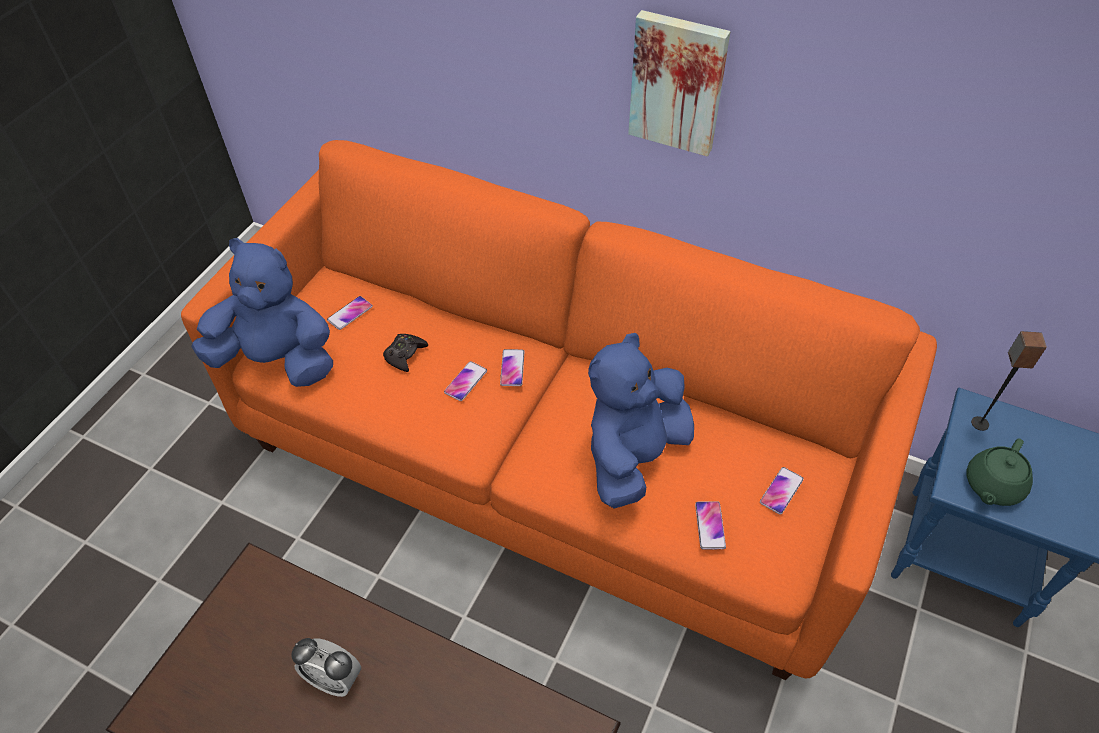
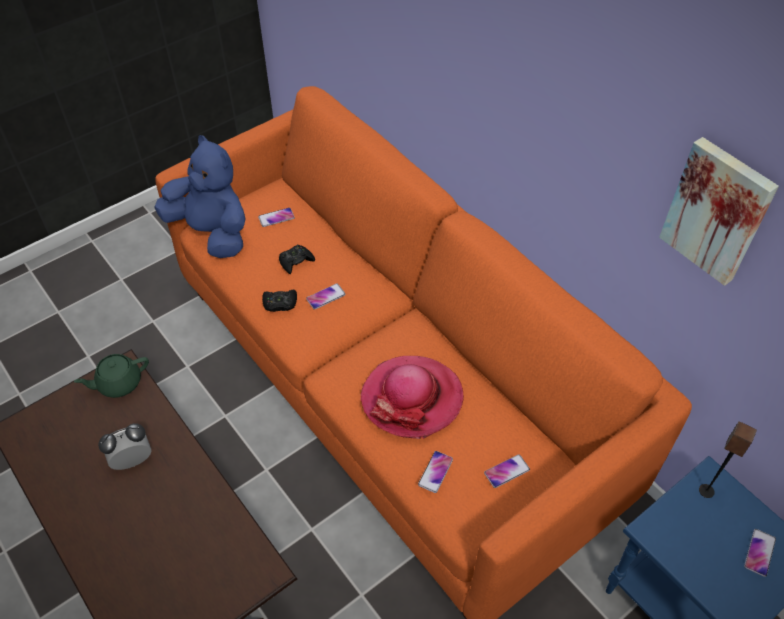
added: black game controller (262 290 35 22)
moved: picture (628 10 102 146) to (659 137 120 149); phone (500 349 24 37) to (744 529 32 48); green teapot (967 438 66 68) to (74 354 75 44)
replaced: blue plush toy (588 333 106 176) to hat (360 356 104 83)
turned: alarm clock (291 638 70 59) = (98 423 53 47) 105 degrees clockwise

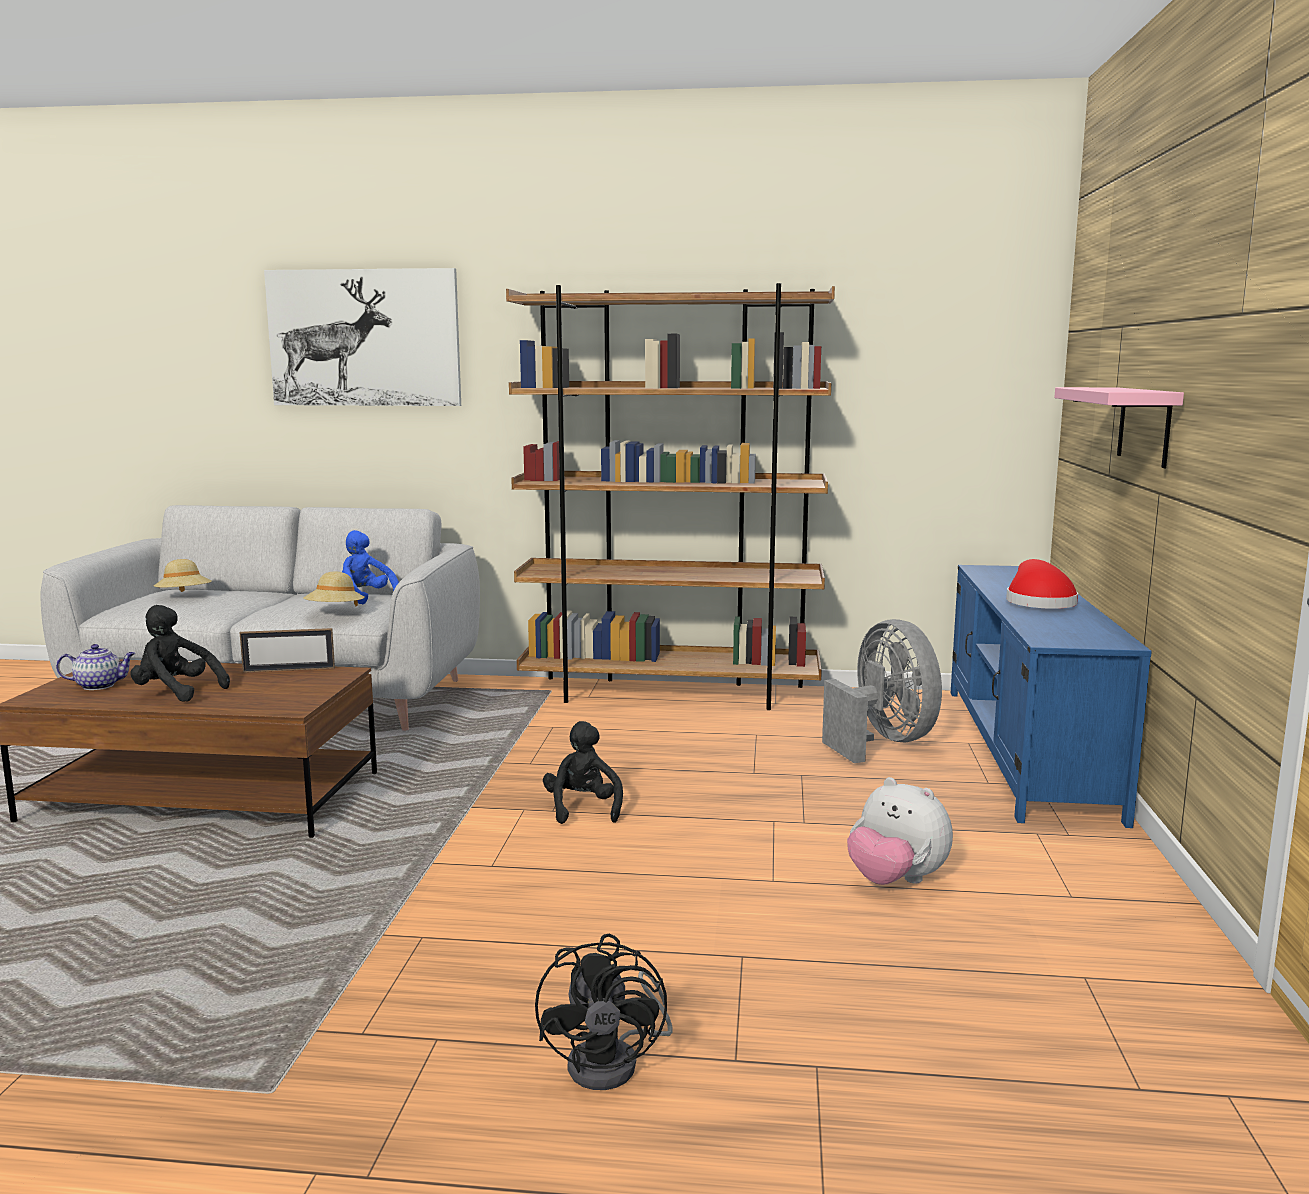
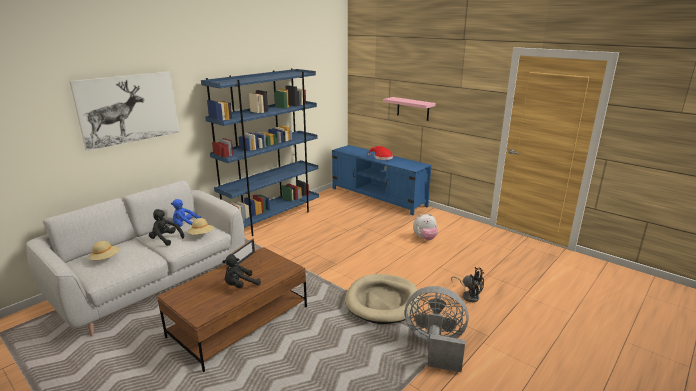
removed: teapot (56 644 79 46)
added: beige dog bed (345 274 75 50)
moved: grey fan (822 619 120 144) to (405 286 64 86); black plush toy (543 721 80 103) to (149 209 35 37)
recoloured: brown bookcase (506 283 329 427) to blue bookcase (201 68 118 168)

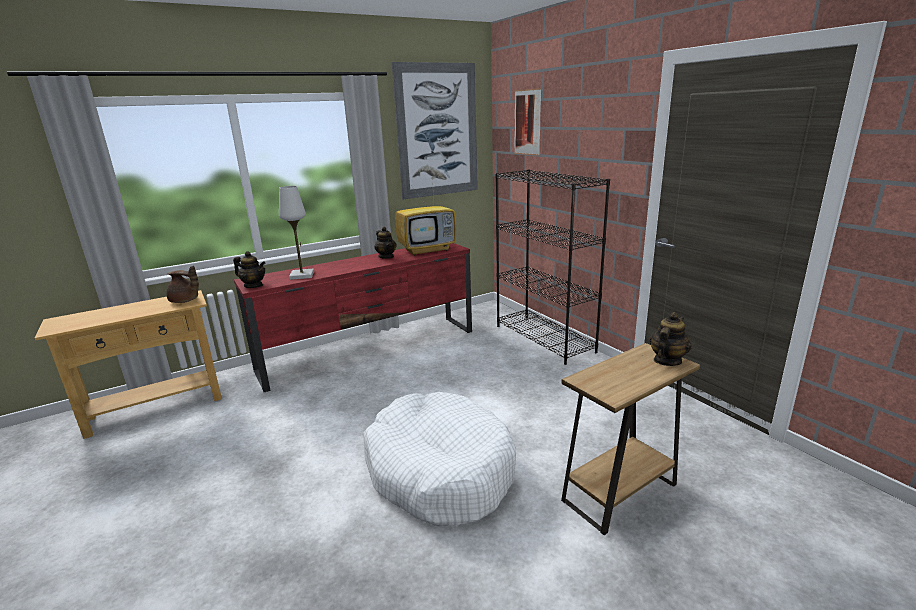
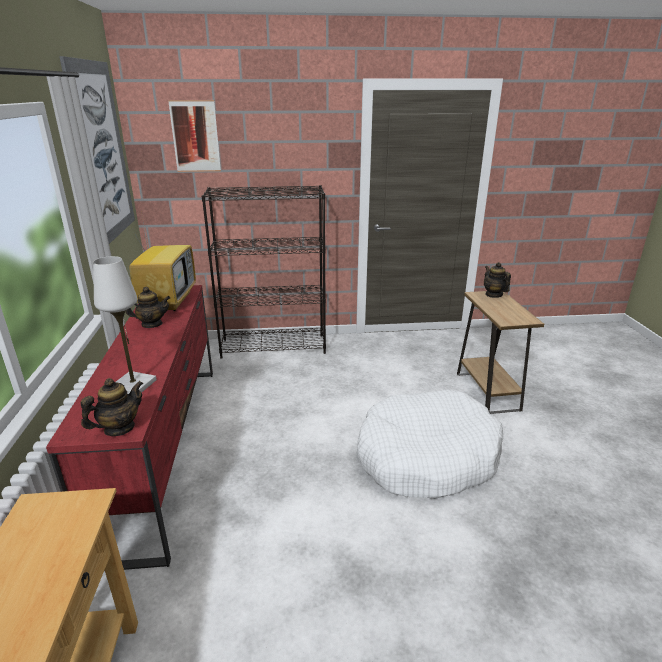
removed: brown teapot (166 266 33 37)

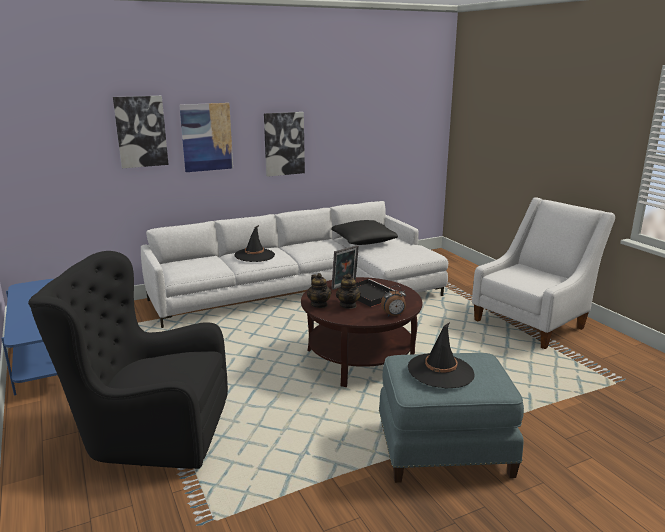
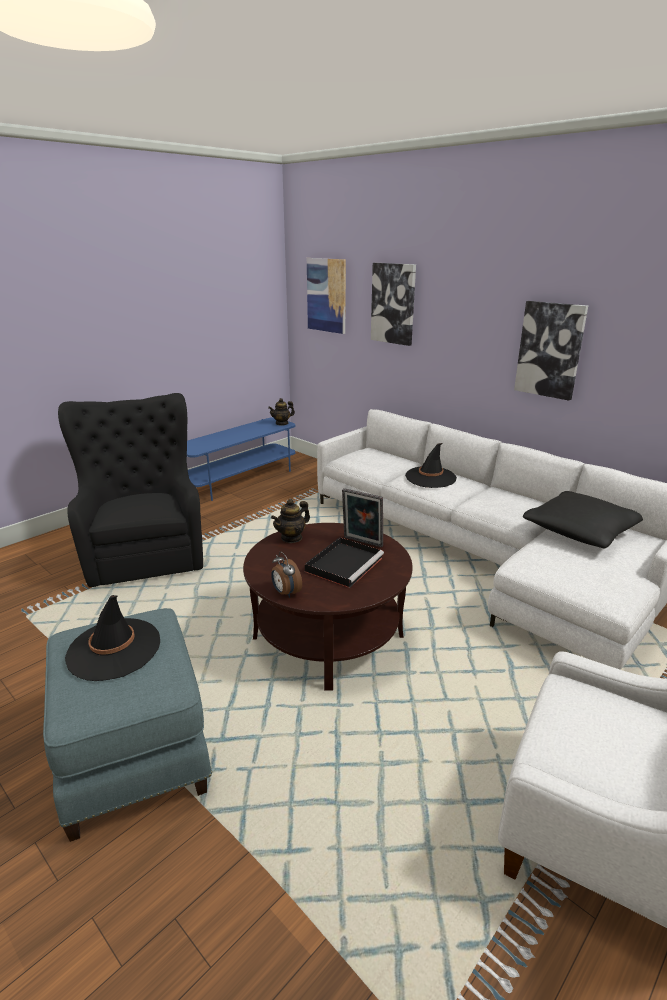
moved: picture (179 103 54 69) to (307 258 39 76); teapot (336 274 25 35) to (268 398 27 28)

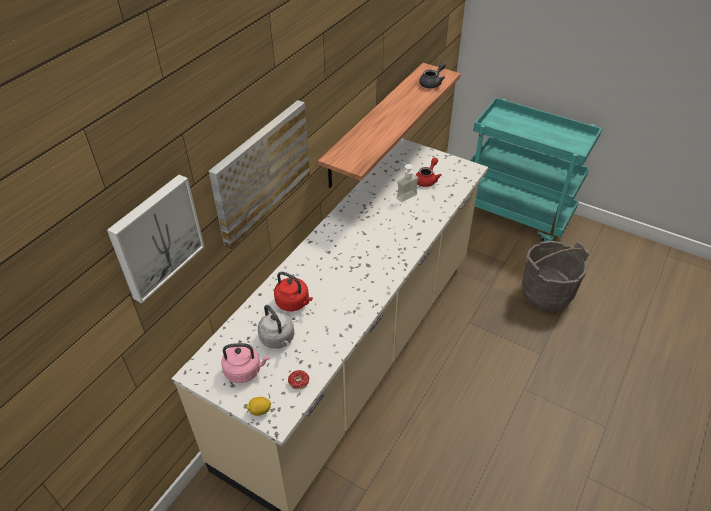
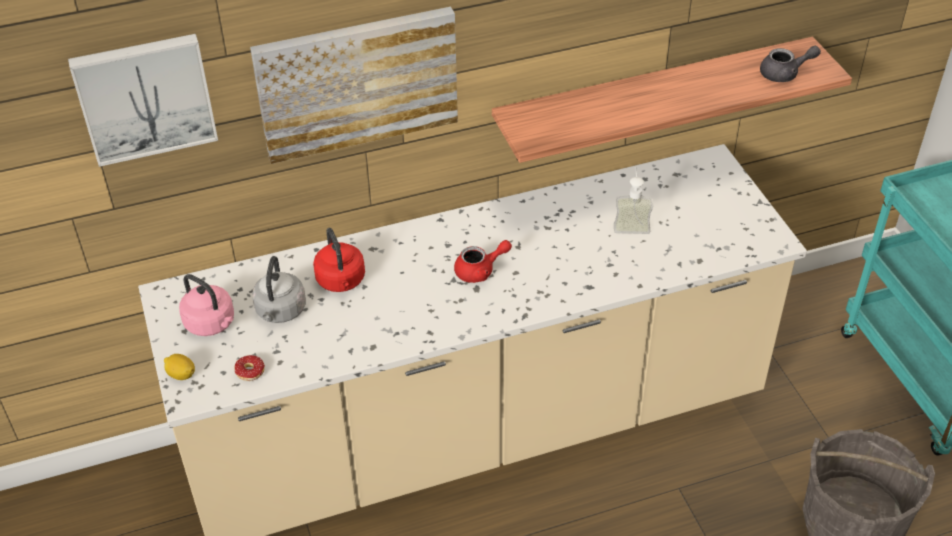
moved: red teapot (416 157 26 30) to (454 240 58 43)

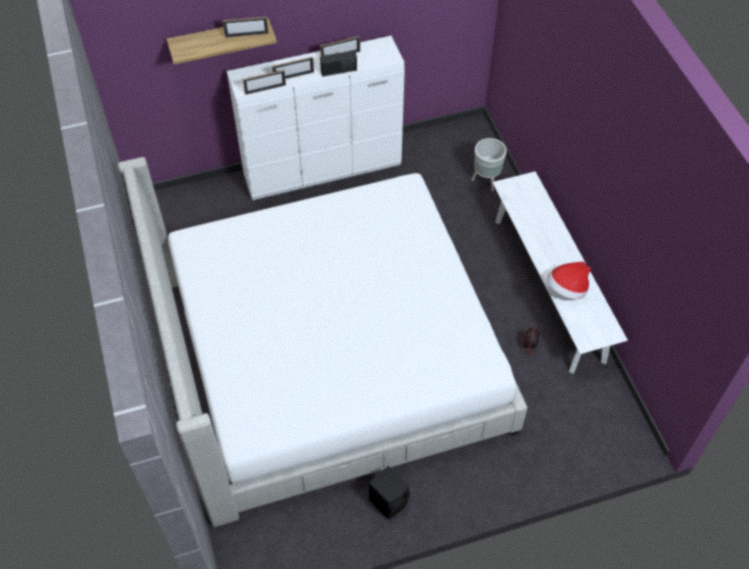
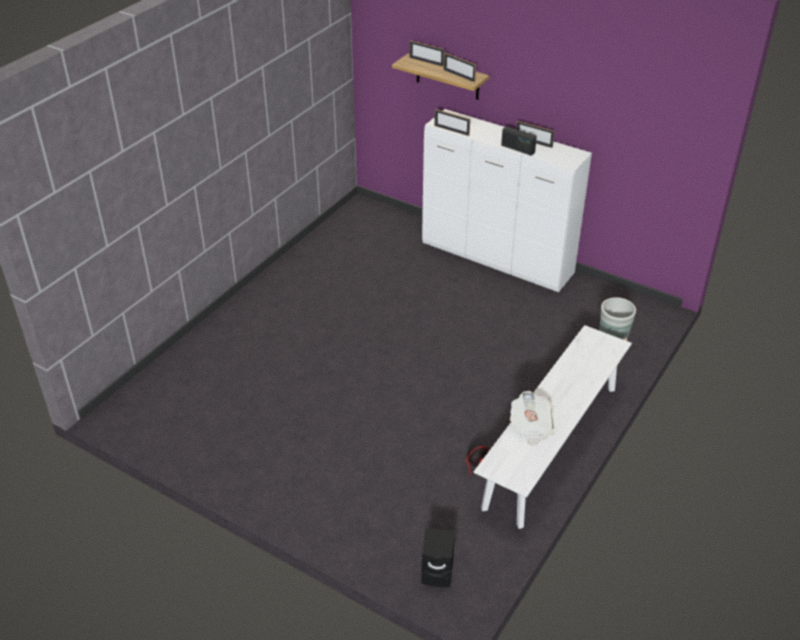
removed: bed (118 157 410 370)
moved: picture frame (272 57 42 22) to (409 40 35 27); black speaker (369 466 41 54) to (421 528 34 59)
replaced: hat (547 262 44 37) to newspaper (510 391 45 55)

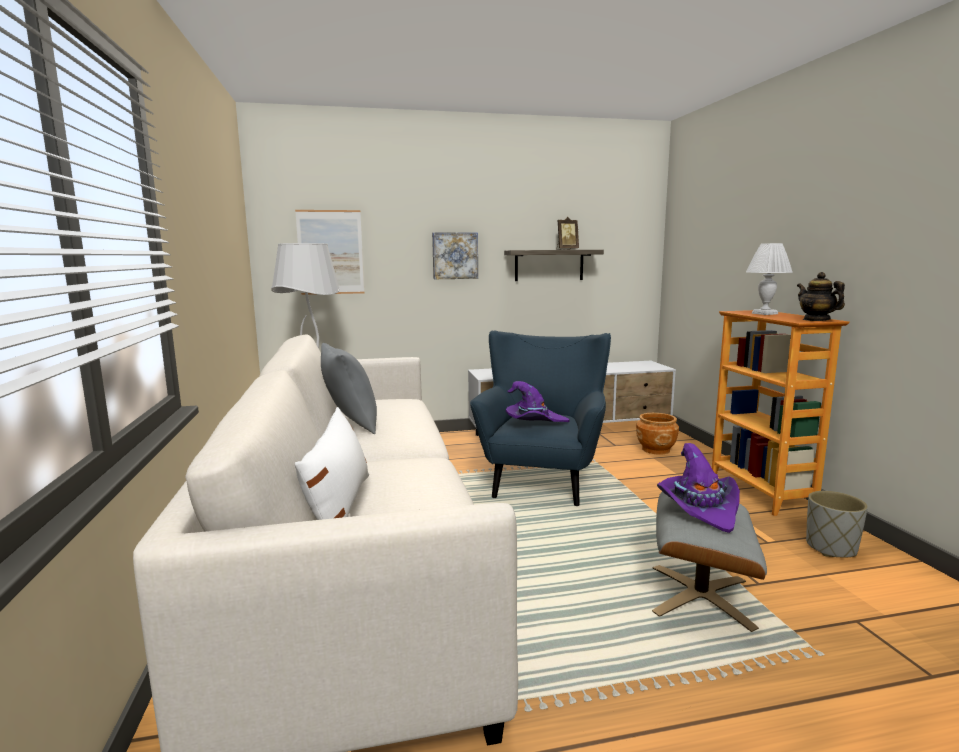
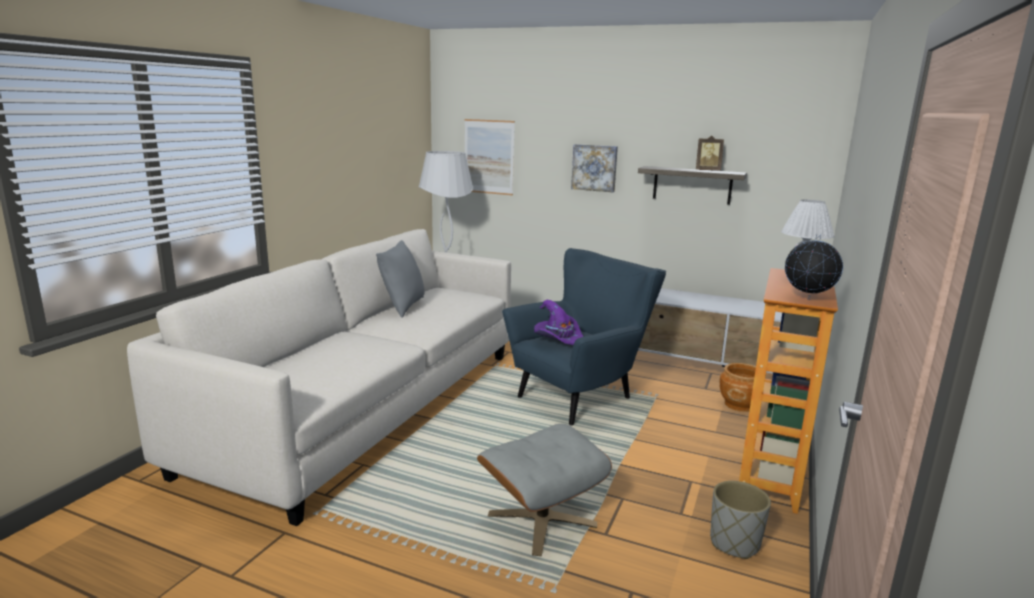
removed: white pillow (295 407 74 113); purple hat (657 443 83 90)
replaced: teapot (797 272 48 49) to globe (785 234 58 66)

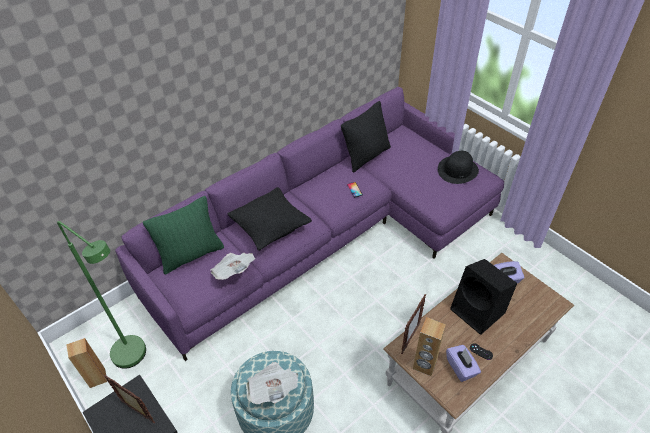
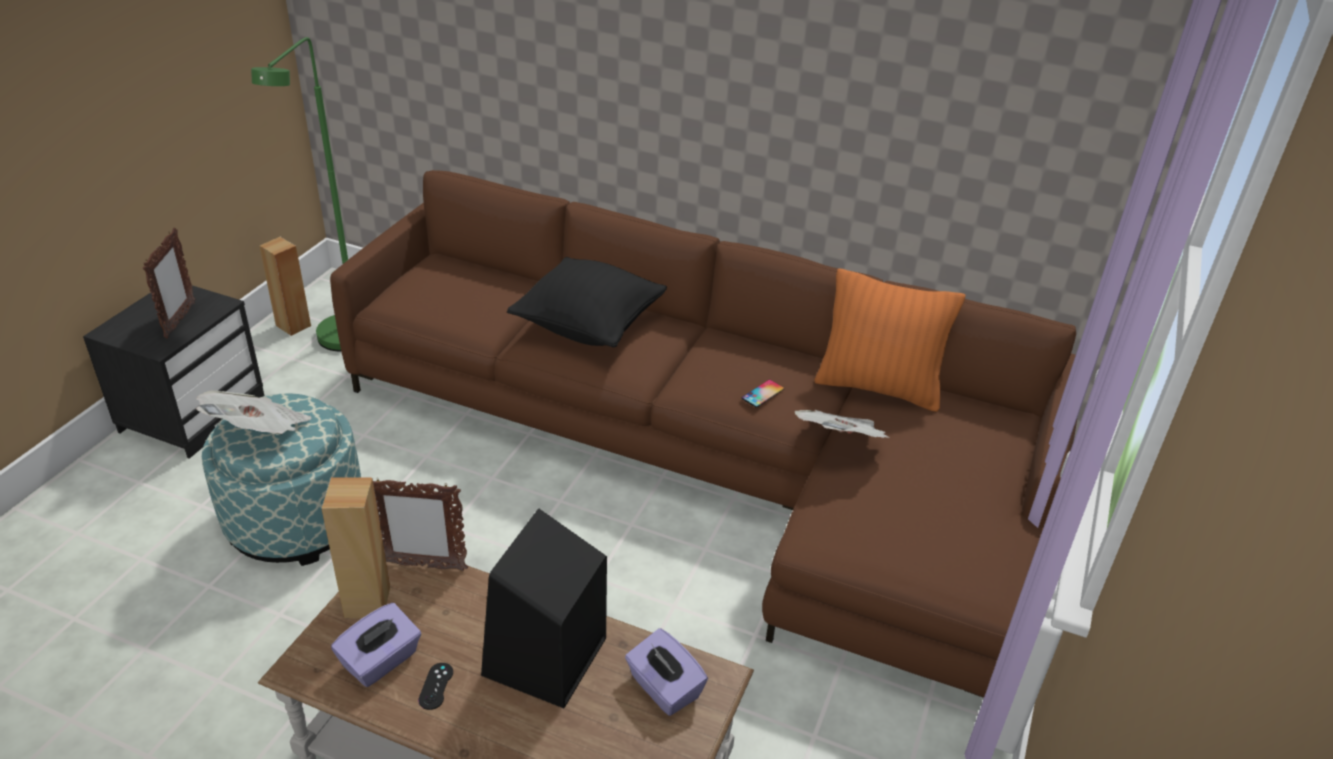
removed: black hat (438 151 41 33); green pillow (143 196 81 79)
moved: newspaper (210 253 45 27) to (795 410 94 28)
recoloured: purple sofa (115 87 389 274) to brown sofa (330 170 748 528); black pillow (341 101 50 71) to orange pillow (814 268 152 144)

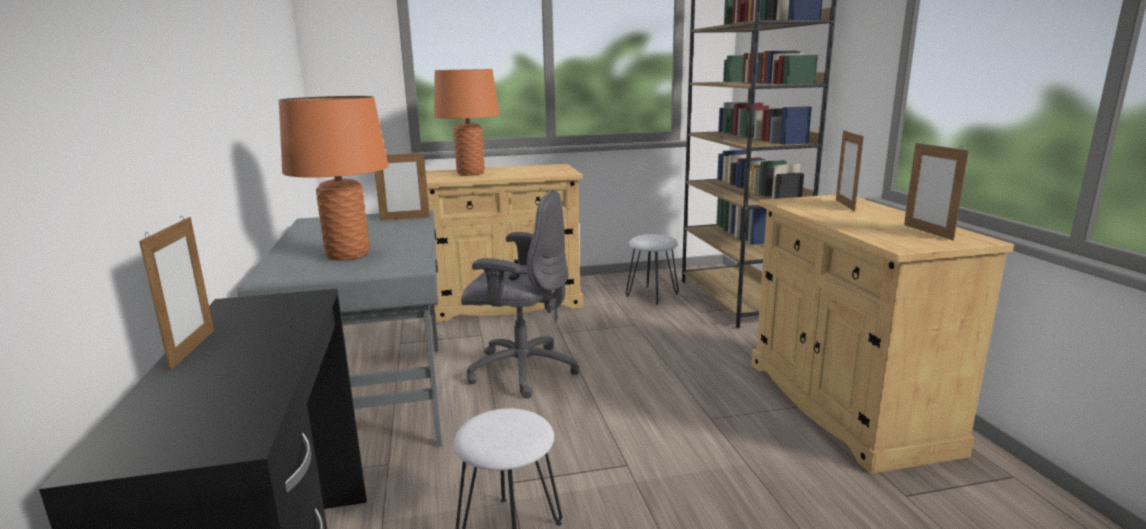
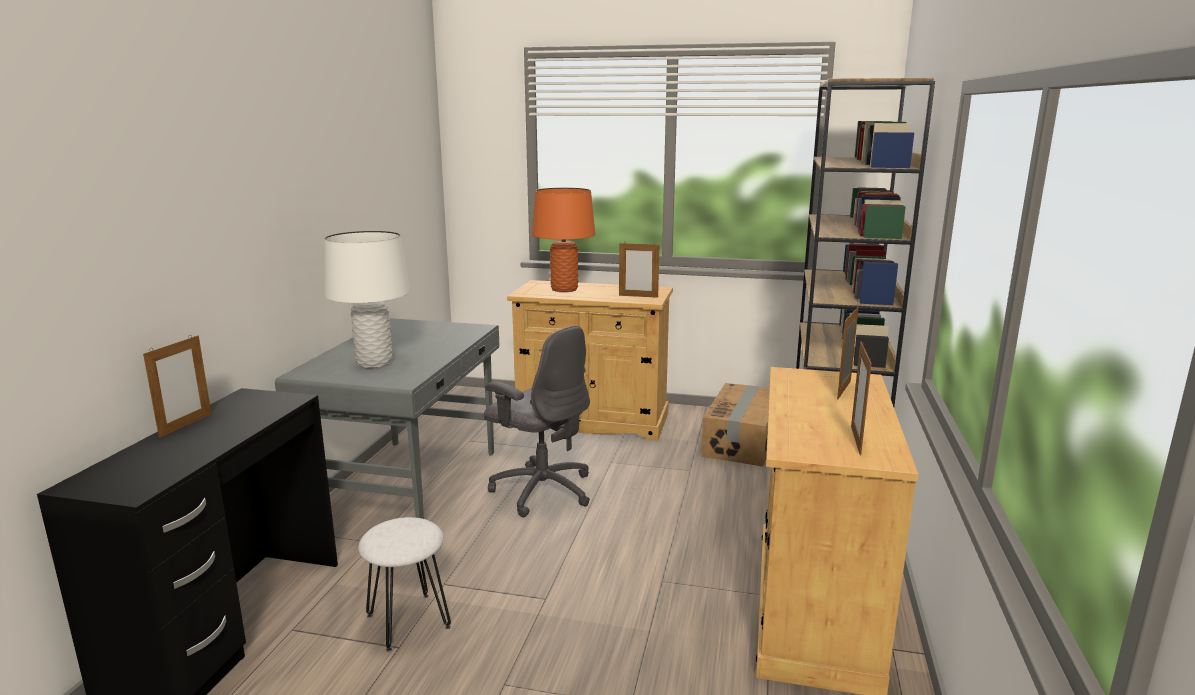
moved: picture frame (375 153 55 67) to (619 243 40 55)
replaced: white stool (626 234 53 71) to cardboard box (701 383 68 84)
recoloured: orange table lamp (279 96 110 164) to white table lamp (324 231 87 137)

